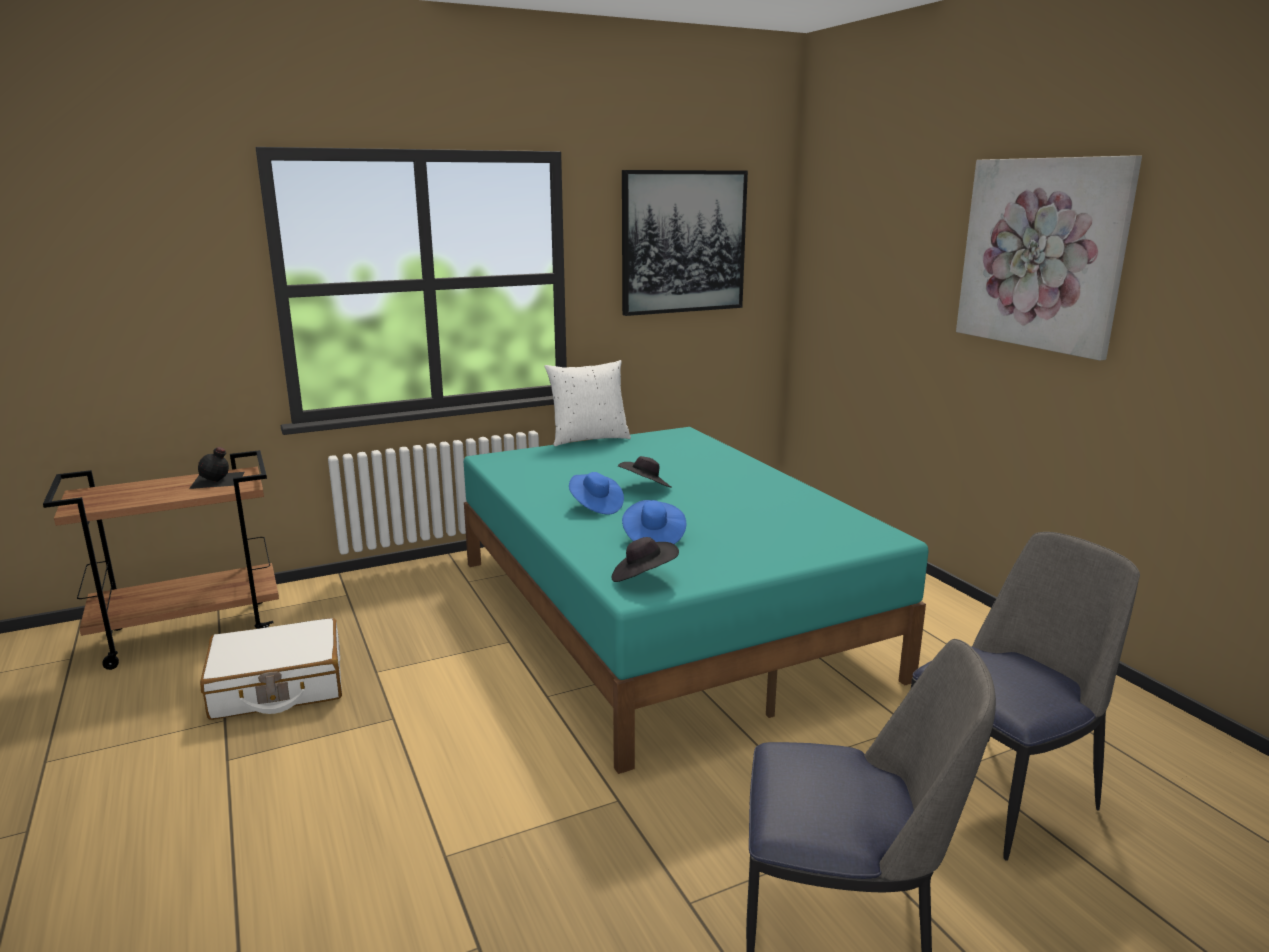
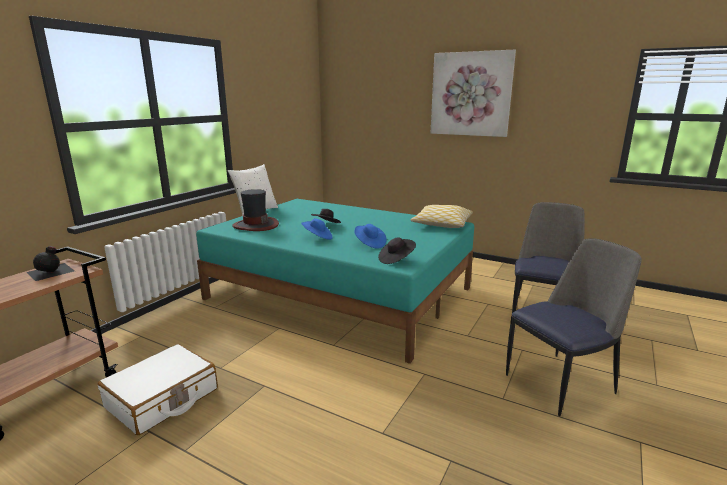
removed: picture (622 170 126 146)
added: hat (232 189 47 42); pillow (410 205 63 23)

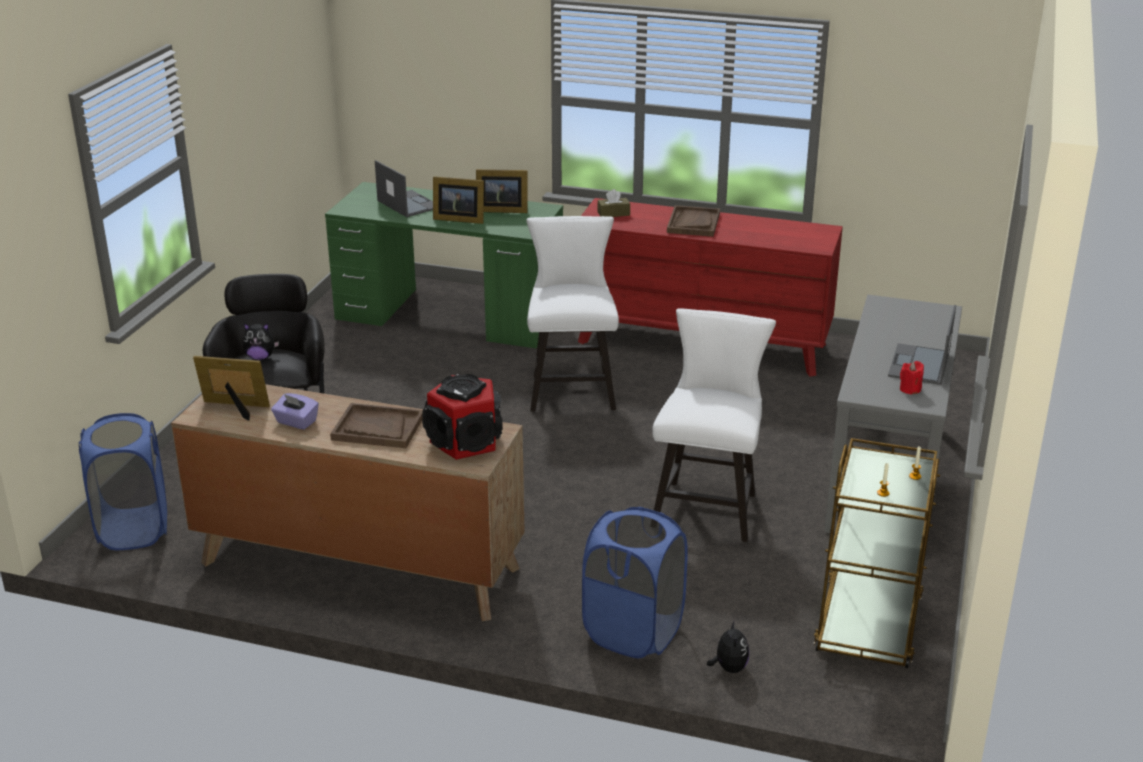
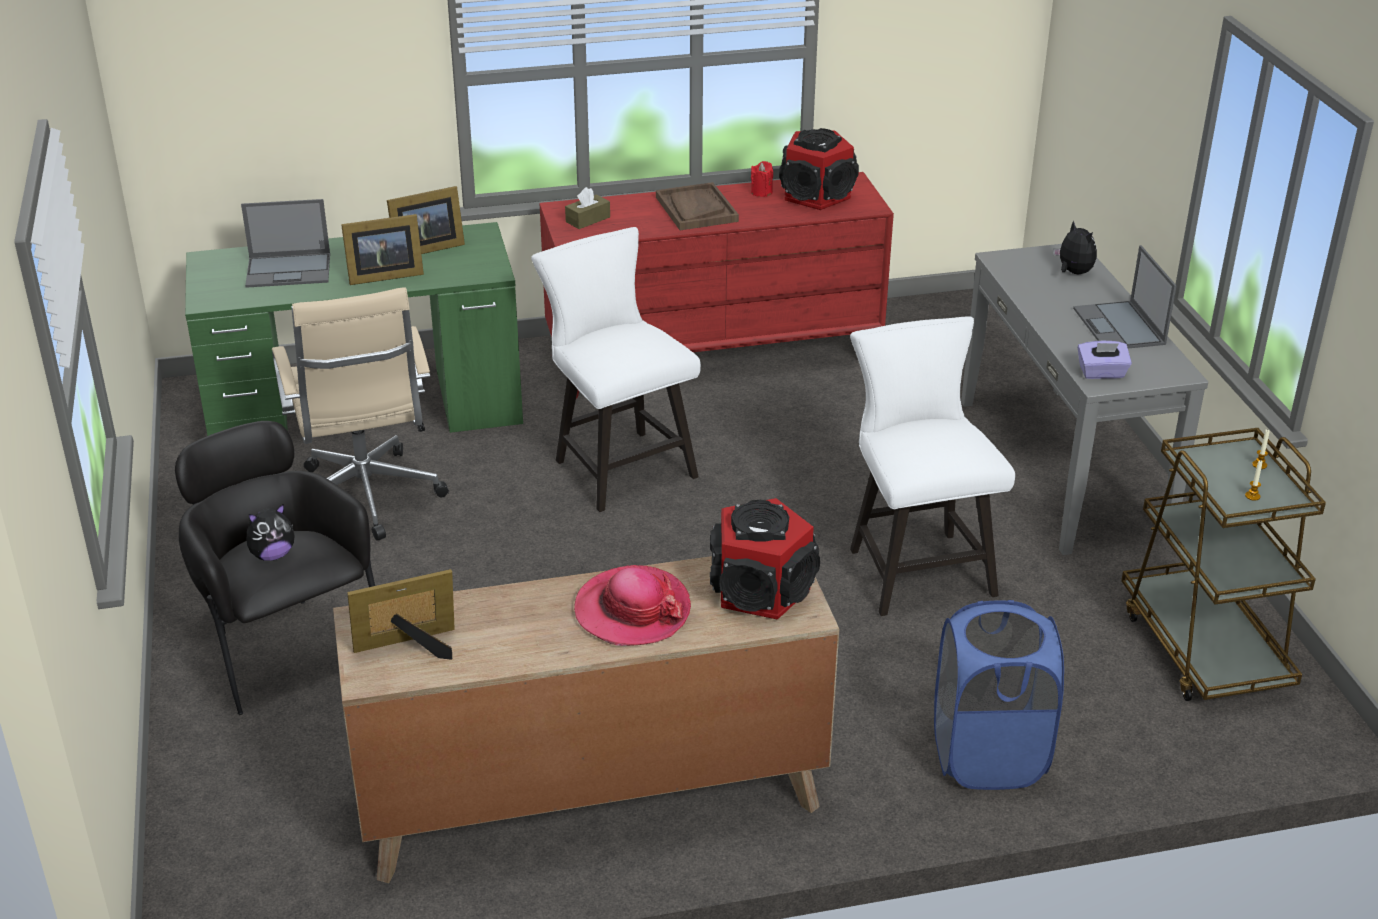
removed: blue laundry basket (79 413 88 137)
added: speaker (779 128 80 82); beige office chair (272 287 177 254)
moved: red candle (900 361 24 34) to (751 161 22 36); purple tissue box (271 393 48 37) to (1078 341 54 38); plush toy (707 620 42 53) to (1053 220 44 54)
replaced: brown tray (330 403 93 45) to hat (574 565 117 81)
turned: laptop (375 160 58 57) = (241 199 89 89) 150 degrees clockwise

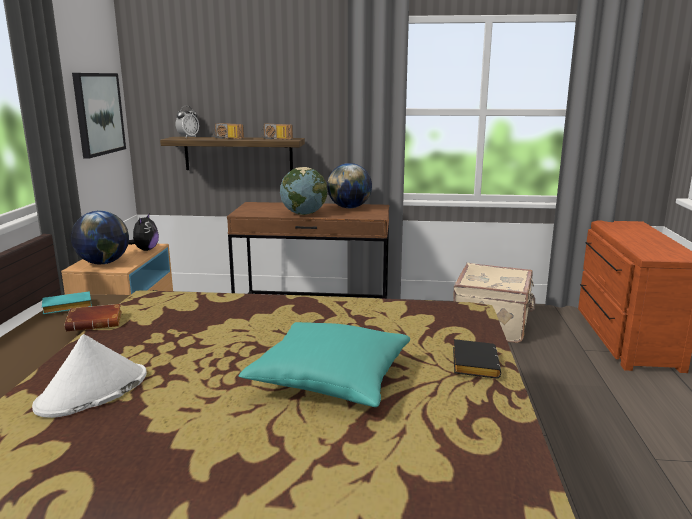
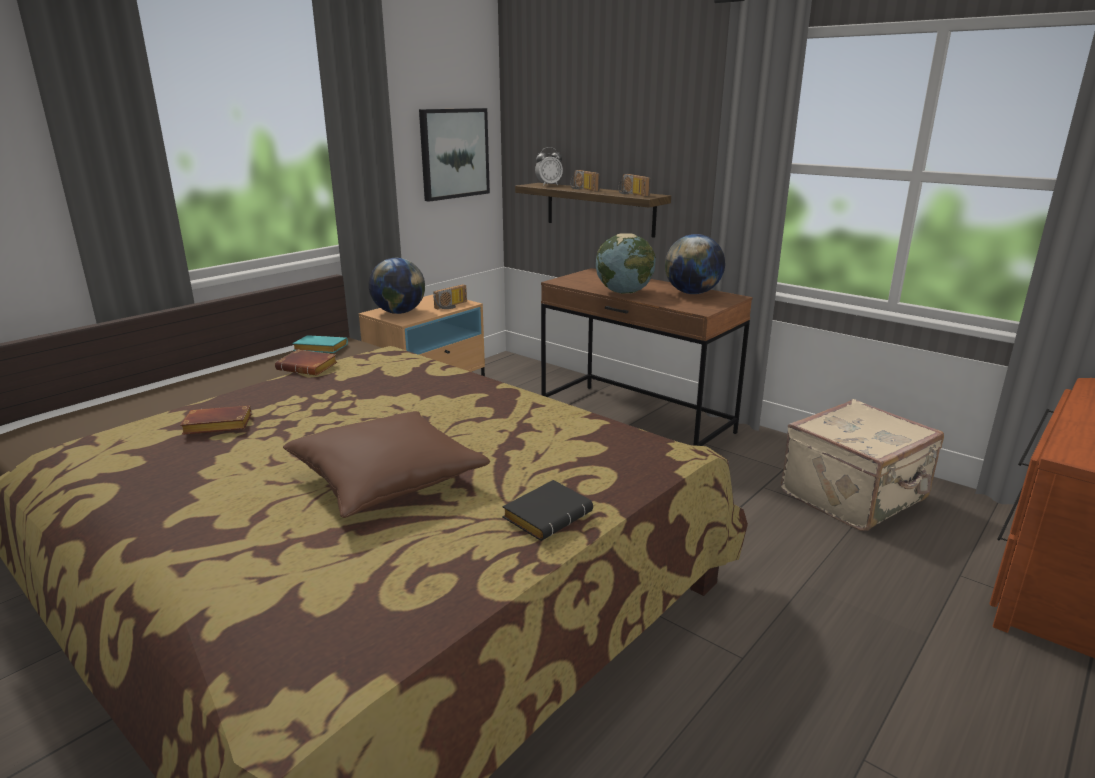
replaced: plush toy (128 214 31 37) to radio (433 284 34 25); white hat (32 334 115 84) to brown book (180 405 72 30)
recoloured: turquoise pillow (239 322 171 85) to brown pillow (283 411 207 107)

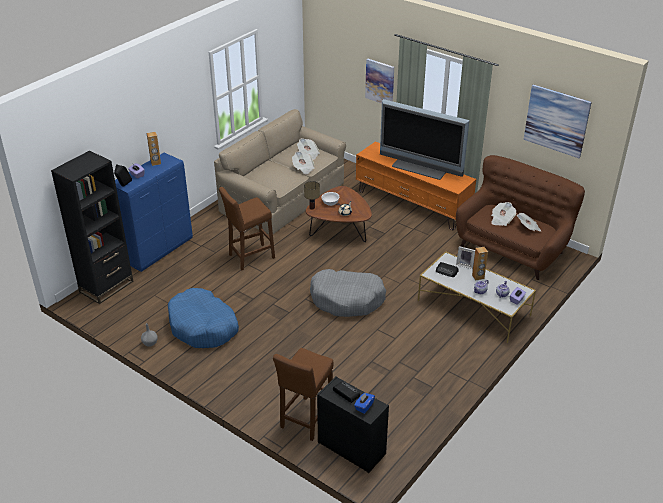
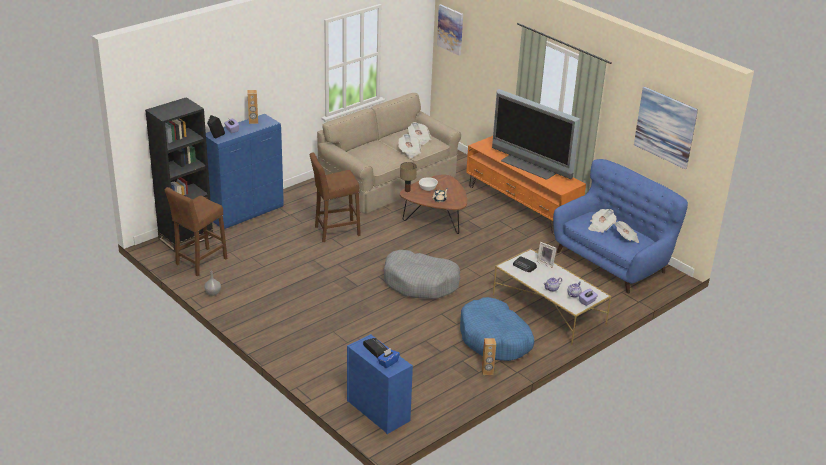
moved: picture (365 59 29 45) to (437 4 26 52); brown speaker (472 247 16 34) to (482 338 14 37); blue dog bed (168 288 71 60) to (460 297 74 64); brown stool (273 348 60 93) to (165 187 62 89)
recoloured: brown sofa (456 155 129 125) to blue sofa (553 159 135 135); black dresser (317 376 72 97) to blue dresser (347 334 66 100)

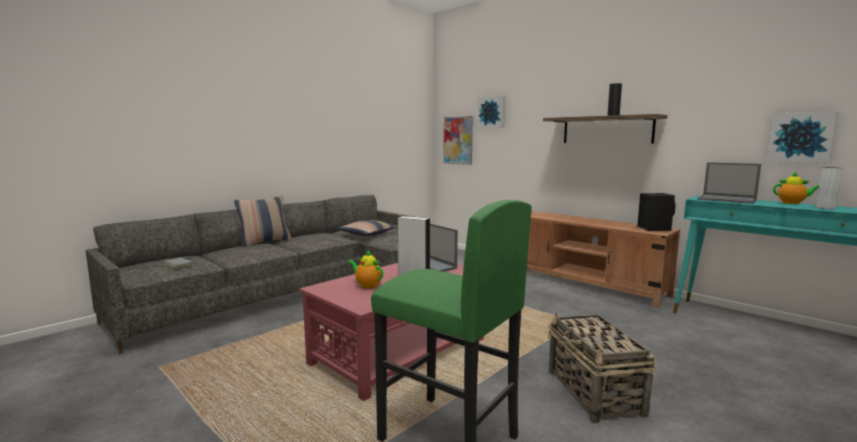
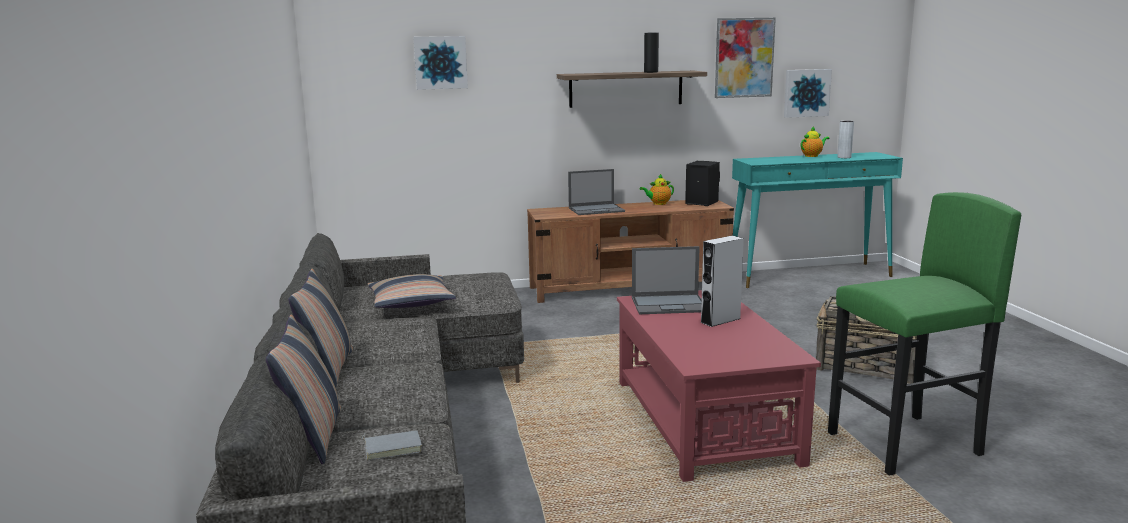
added: pillow (266 314 75 150)
moved: picture (443 116 30 49) to (715 18 61 80); laptop (697 162 64 42) to (568 169 57 46); teapot (348 250 35 39) to (639 174 35 31)

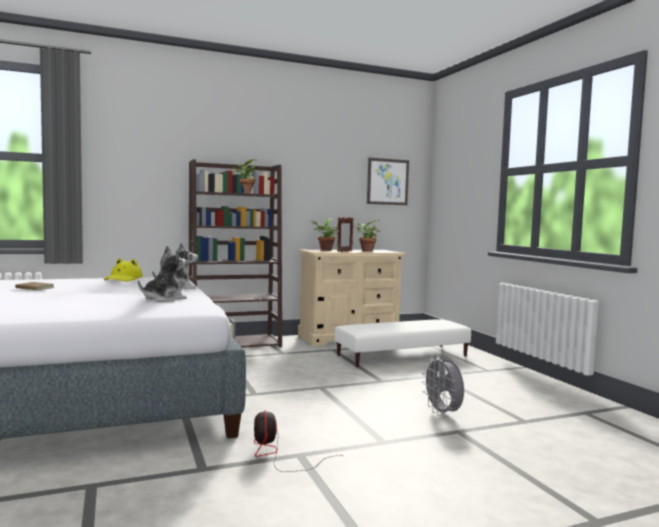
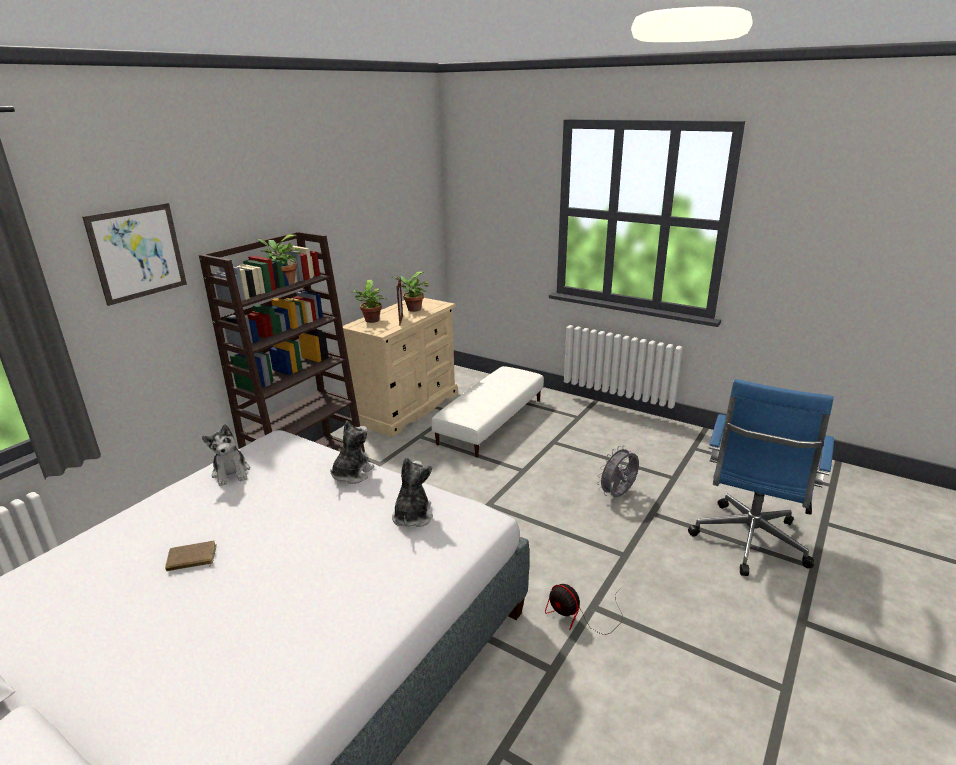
added: blue office chair (688 379 146 197)
moved: picture (367 158 42 47) to (82 203 105 103)
replaced: yellow hat (104 258 39 23) to plush toy (202 424 48 62)
turned: grey fan (422 356 42 60) = (597 445 42 52) 105 degrees clockwise

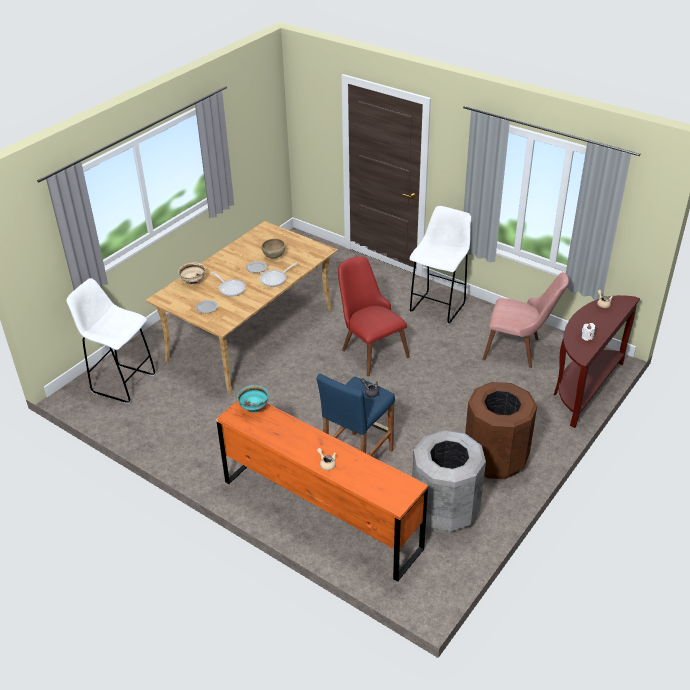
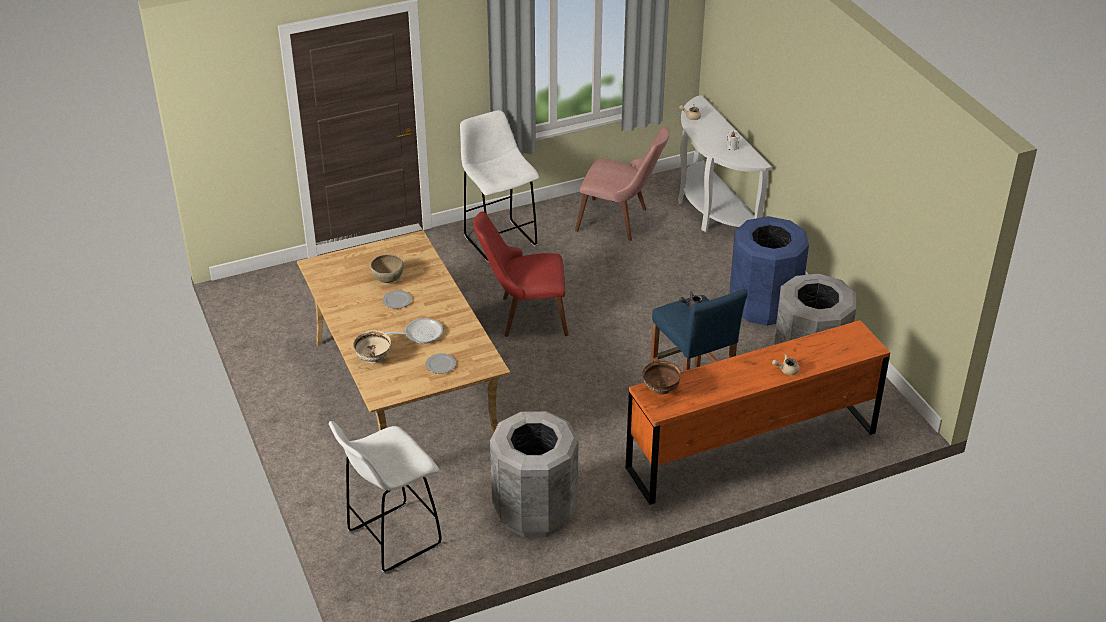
removed: frying pan (260 263 37 24)
added: grey trash can (490 411 89 126)
recoloured: brown console table (554 295 86 133) to white console table (678 95 94 137); brown trash can (465 382 72 97) to blue trash can (730 216 79 110); turquoise bowl (237 385 31 28) to brown bowl (642 361 40 34)
turned: pink chair (482 272 87 96) = (575 127 94 114) 60 degrees clockwise

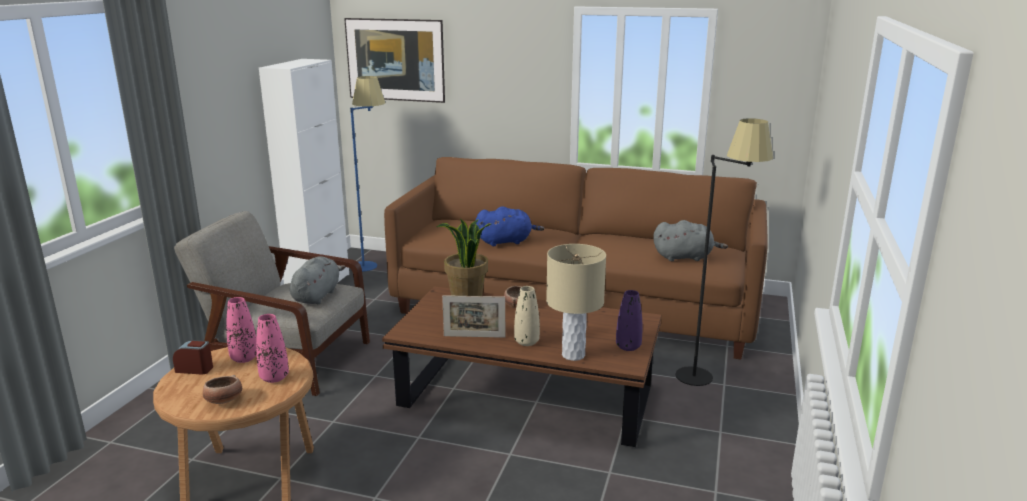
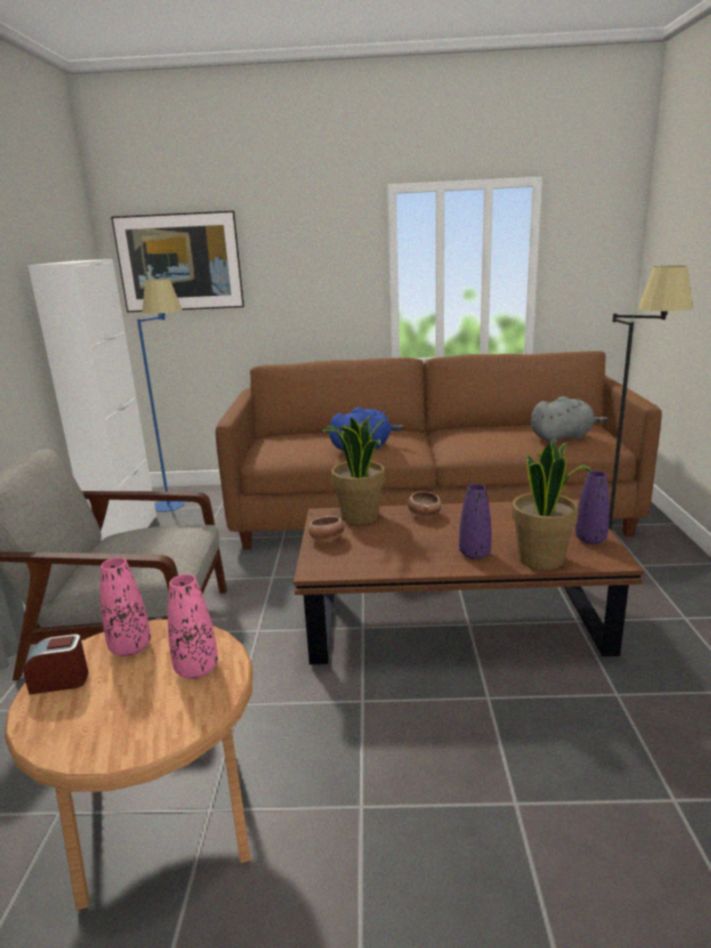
removed: grey plush toy (290 256 56 48); picture frame (442 295 63 43)
moved: bowl (203 375 39 29) to (309 515 35 27)
replaced: beige table lamp (546 244 60 117) to potted plant (512 441 80 129)
recoloured: beige vase (514 286 26 60) to purple vase (459 484 33 76)

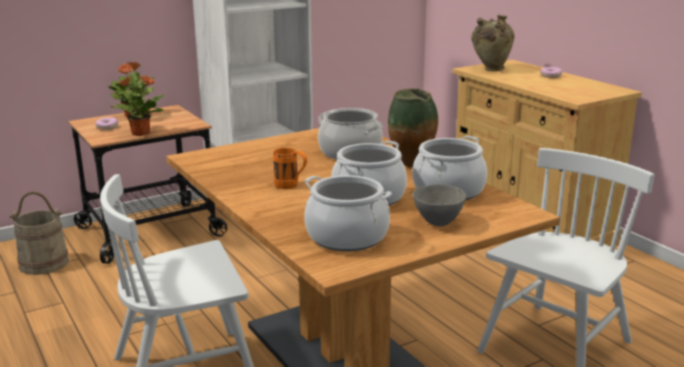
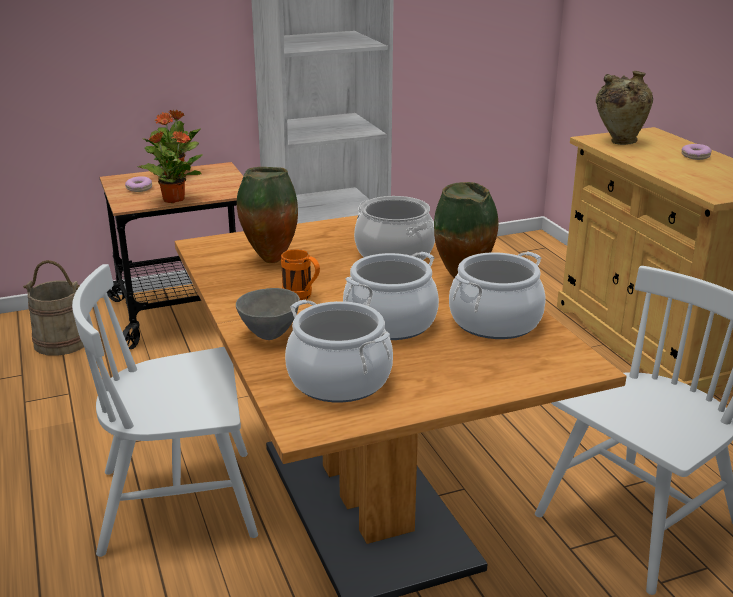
added: vase (237 167 61 96)
moved: grey bowl (413 184 53 43) to (236 288 64 52)

